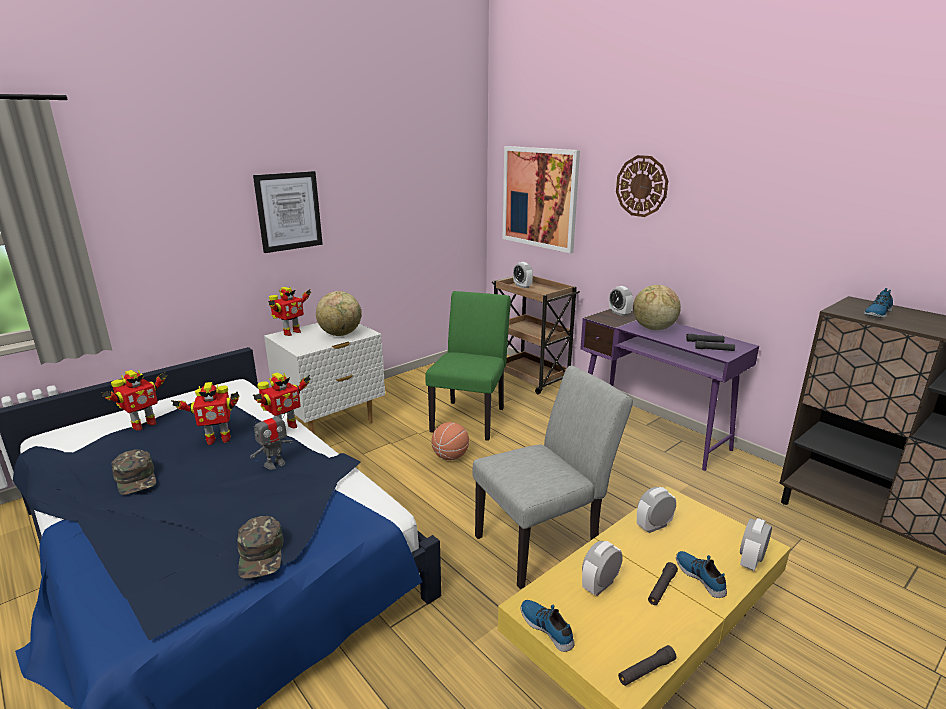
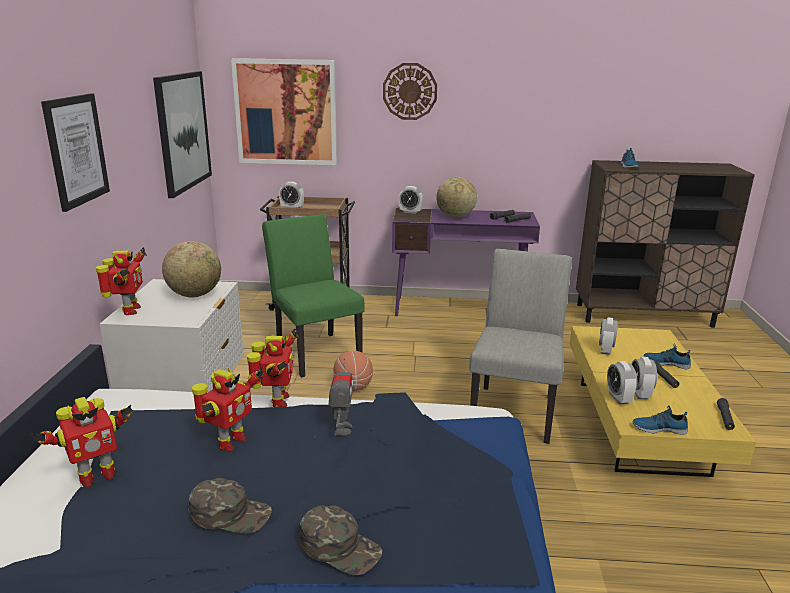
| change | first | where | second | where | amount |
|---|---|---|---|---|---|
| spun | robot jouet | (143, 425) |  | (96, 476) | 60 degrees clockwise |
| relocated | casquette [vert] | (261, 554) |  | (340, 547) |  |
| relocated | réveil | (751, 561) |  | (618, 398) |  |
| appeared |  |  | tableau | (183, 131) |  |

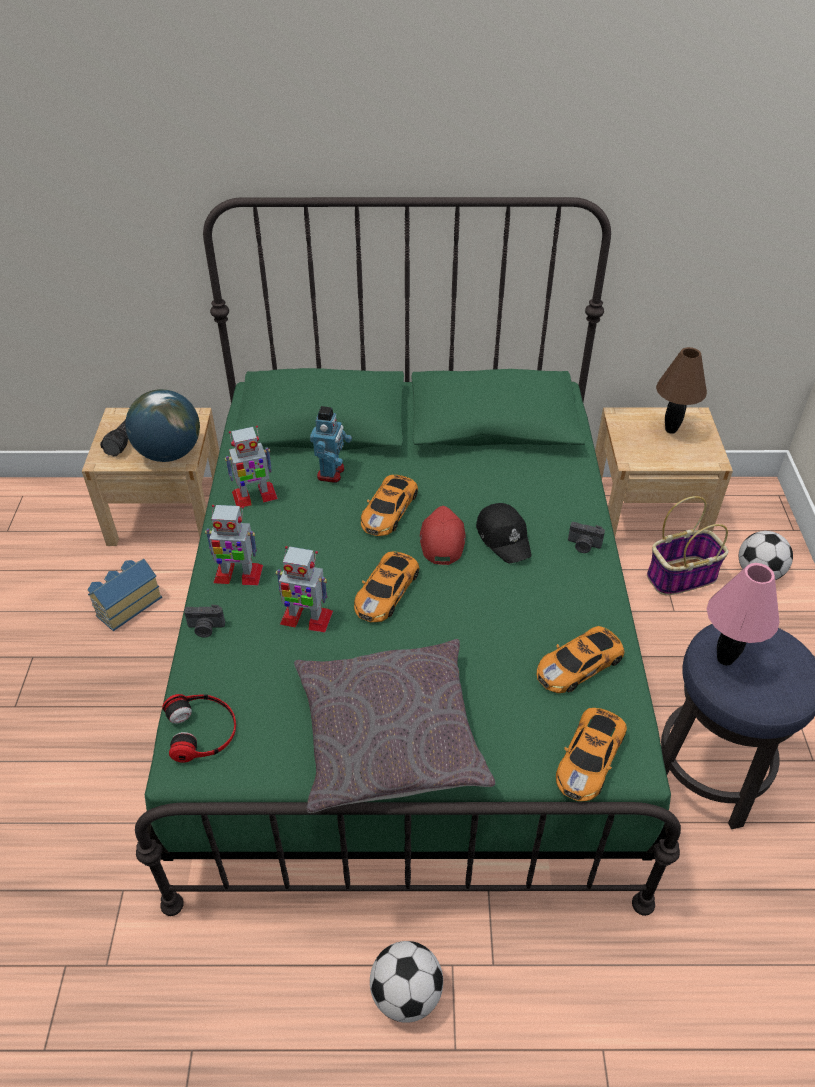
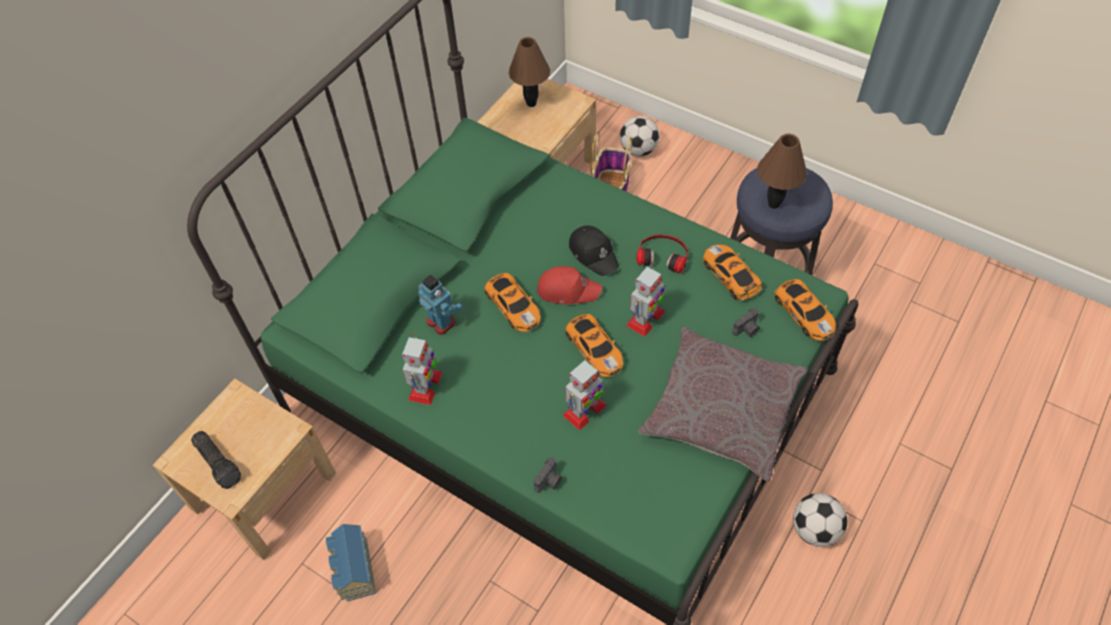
| change | first | where | second | where | amount |
|---|---|---|---|---|---|
| missing | globe | (170, 453) |  |  |  |
| spun | casquette [noir] | (504, 538) |  | (594, 253) | 45 degrees clockwise |
| relocated | robot jouet | (237, 574) |  | (645, 319) |  |
| spun | casquette [rouge] | (441, 539) |  | (567, 290) | 150 degrees clockwise |
| relocated | appareil photo | (583, 545) |  | (747, 329) |  |
| colour | lampe de table [rose] | (724, 659) | lampe de table [marron] | (773, 205) |  |
| spun | petite voiture | (580, 664) |  | (731, 276) | 150 degrees clockwise |
| relocated | casque audio | (202, 730) |  | (663, 255) |  |

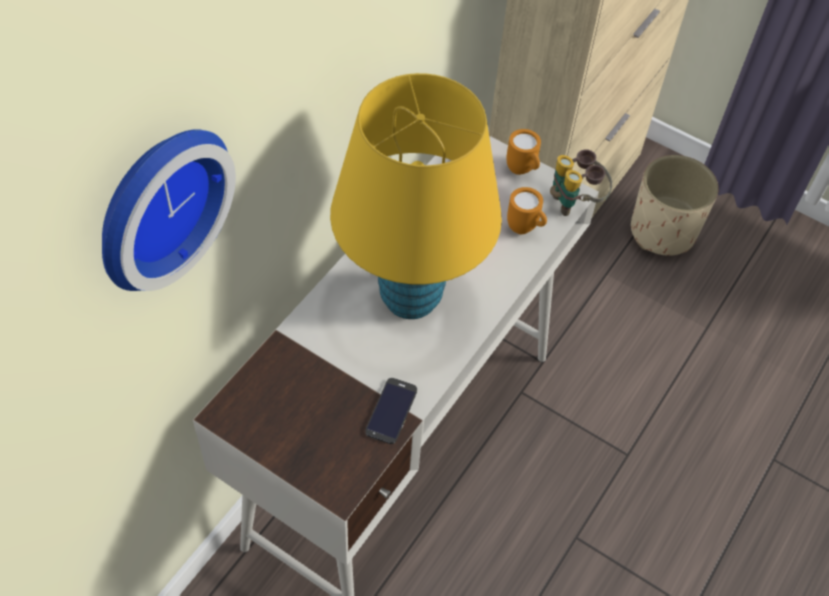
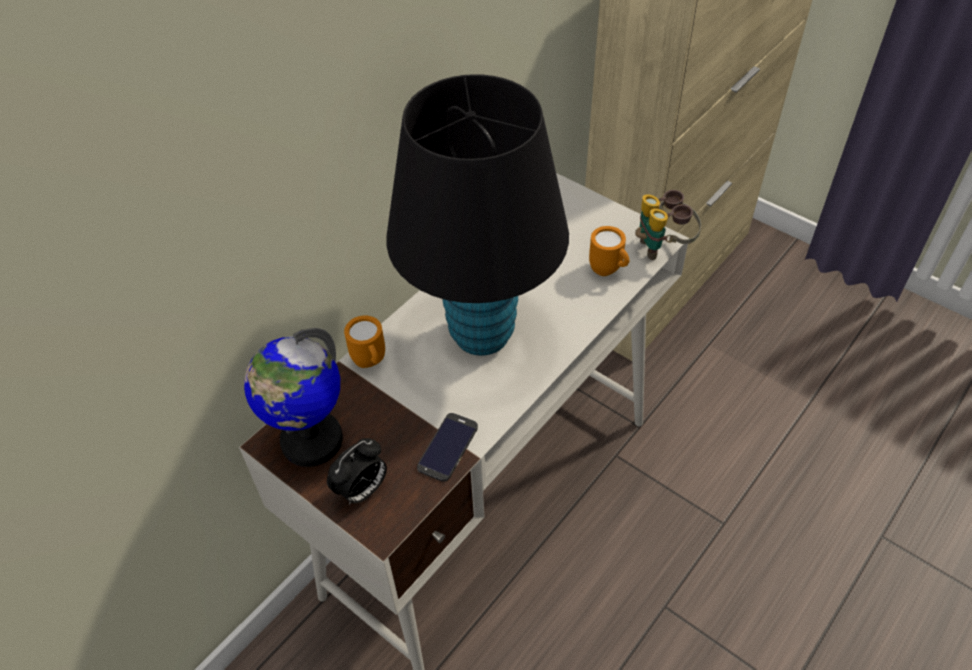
| change | first | where | second | where | amount |
|---|---|---|---|---|---|
| colour | lampe de table [jaune] | (410, 297) | lampe de table [noir] | (481, 334) |  |
| missing | horloge murale | (156, 203) |  |  |  |
| relocated | mug [orange] | (523, 170) |  | (371, 363) |  |
| missing | cache-pot [beige] | (662, 231) |  |  |  |
| appeared |  |  | globe | (311, 440) |  |
| appeared |  |  | réveil | (362, 490) |  |

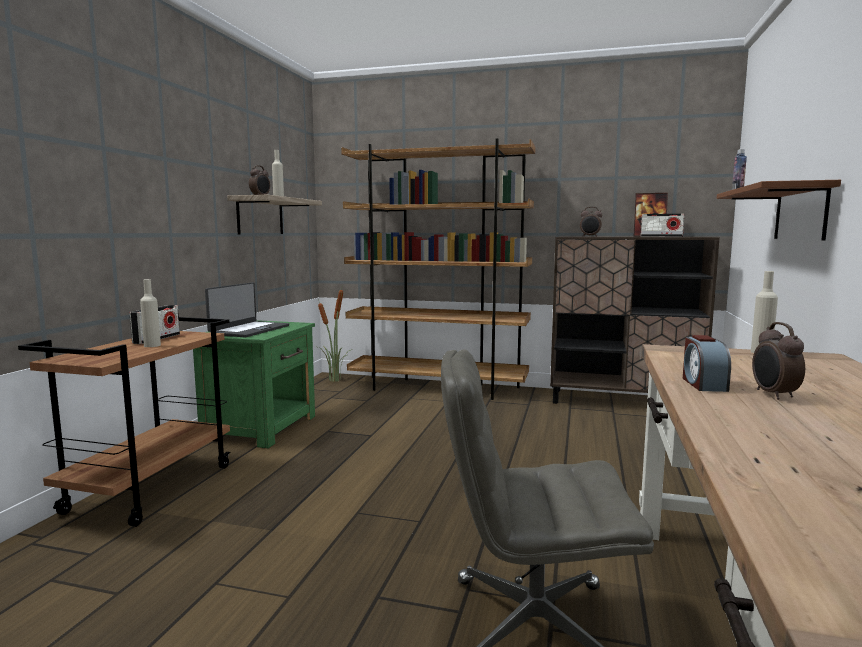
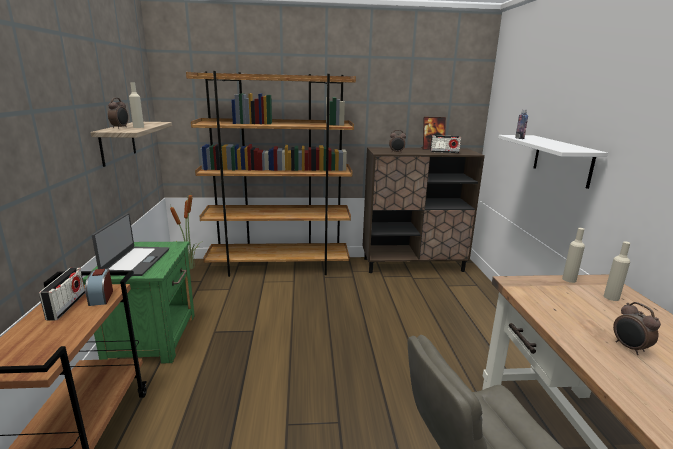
| change | first | where | second | where | amount |
|---|---|---|---|---|---|
| colour | étagère [marron] | (800, 213) | étagère [blanc] | (562, 160) |  |
| relocated | bouteille [beige] | (152, 345) |  | (611, 297) |  |
| relocated | réveil | (703, 384) |  | (101, 297) |  |

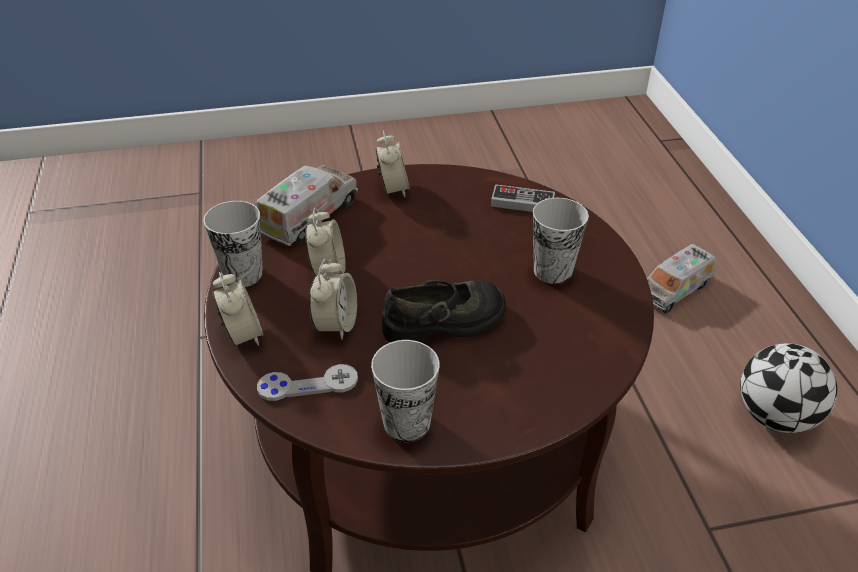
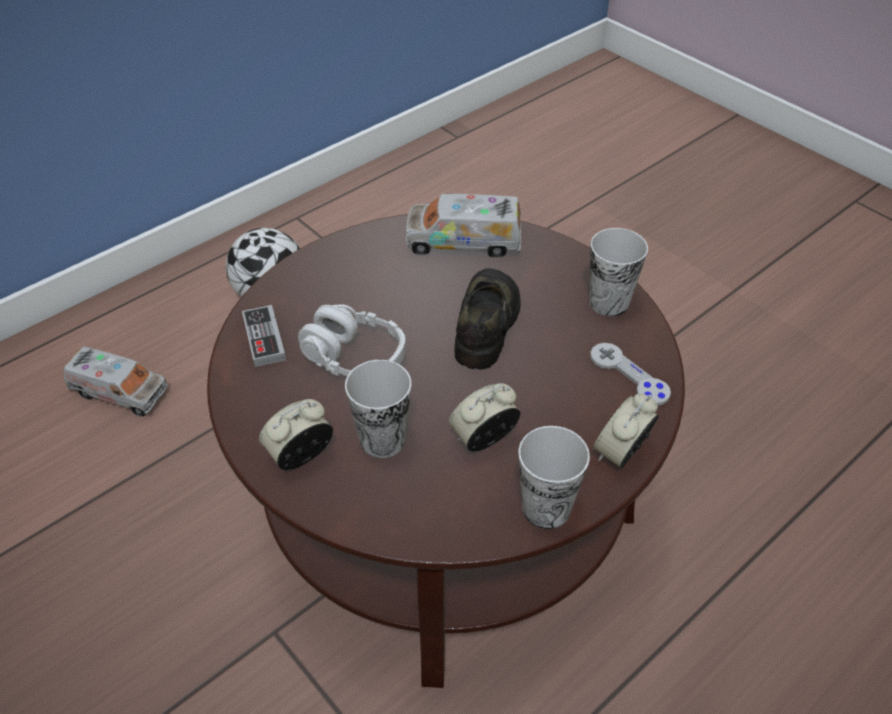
| change | first | where | second | where | amount |
|---|---|---|---|---|---|
| relocated | camion jouet | (308, 216) |  | (463, 241) |  |
| relocated | tasse | (553, 271) |  | (382, 440) |  |
| missing | réveil | (336, 324) |  |  |  |
| spun | chaussure [noir] | (445, 322) |  | (487, 325) | 60 degrees clockwise |
| appeared |  |  | casque audio [gris] | (354, 357) |  |

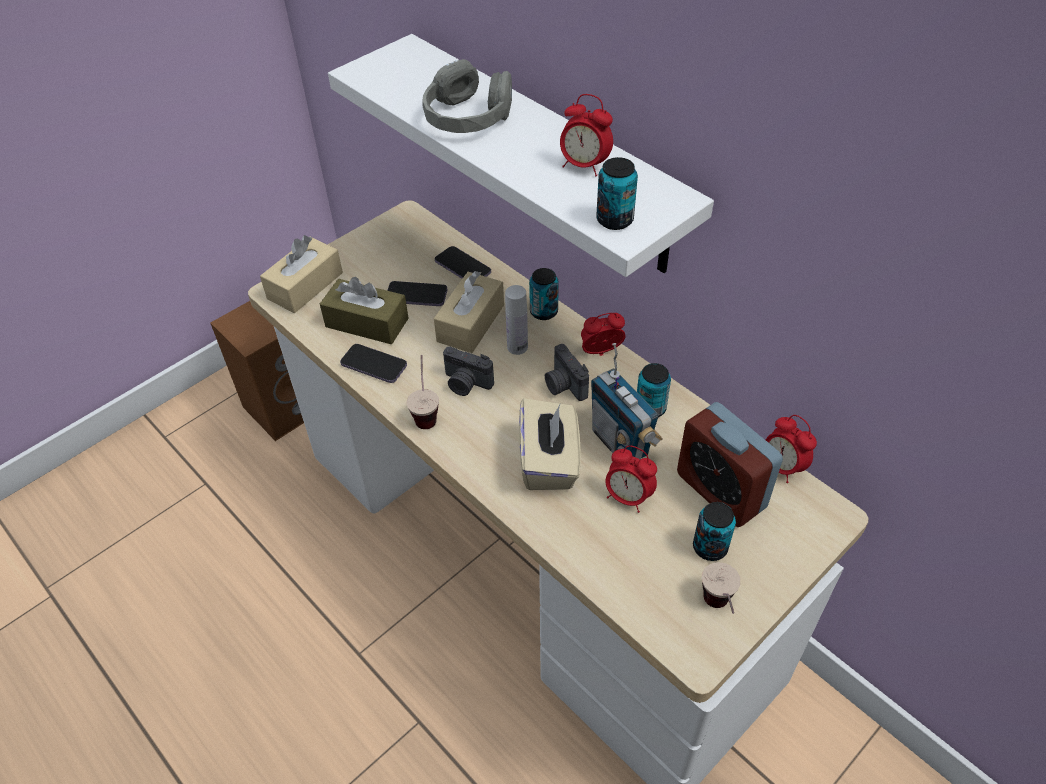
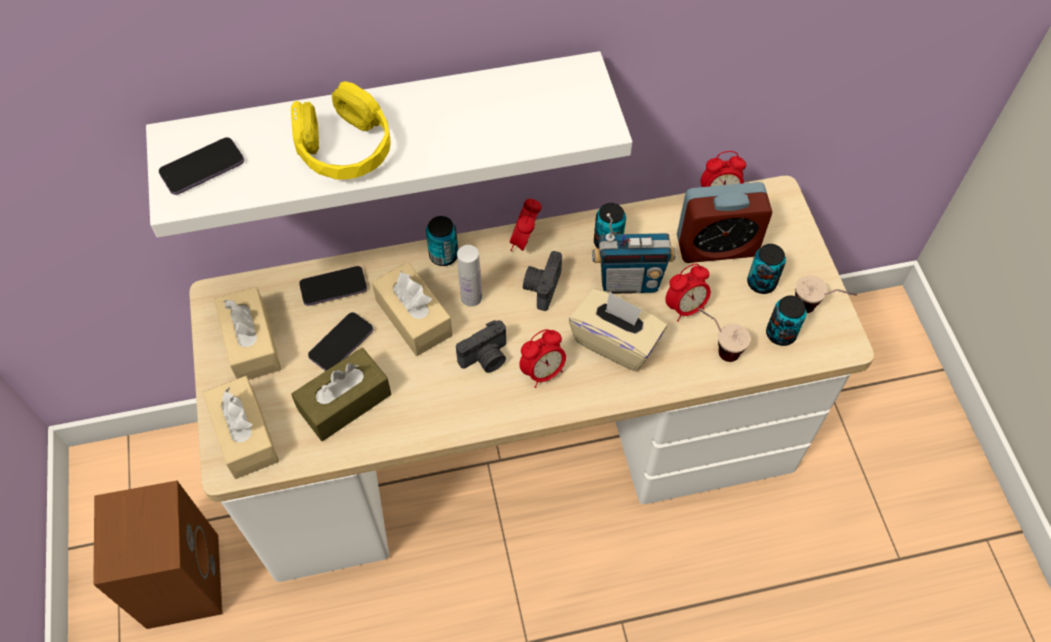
| change | first | where | second | where | amount |
|---|---|---|---|---|---|
| colour | casque audio [gris] | (468, 117) | casque audio [jaune] | (344, 148) |  |
| relocated | réveil | (584, 166) |  | (543, 372) |  |
| relocated | boîte métallique | (614, 220) |  | (780, 334) |  |
| relocated | téléphone | (374, 365) |  | (202, 168) |  |
| spun | appareil photo | (564, 385) |  | (541, 287) | 105 degrees clockwise |
| relocated | tasse | (426, 411) |  | (716, 347) |  |
| appeared |  |  | boîte à mouchoirs [beige] | (251, 343) |  |

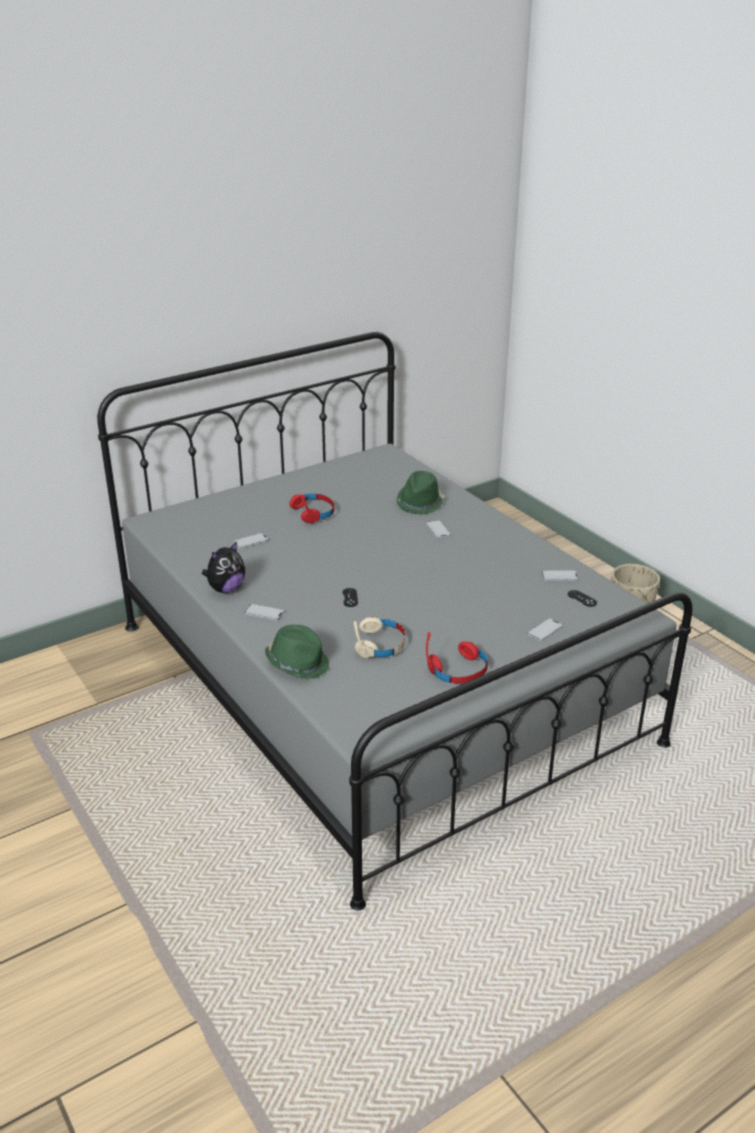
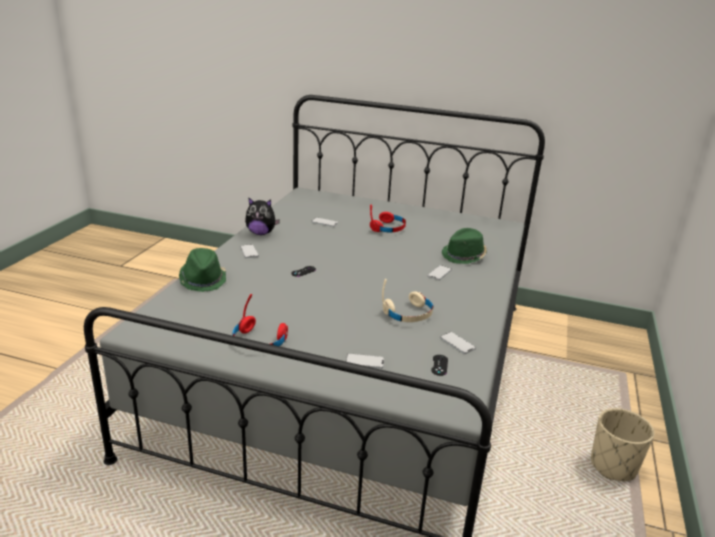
| change | first | where | second | where | amount |
|---|---|---|---|---|---|
| relocated | casque audio [beige] | (380, 645) |  | (408, 314) |  |

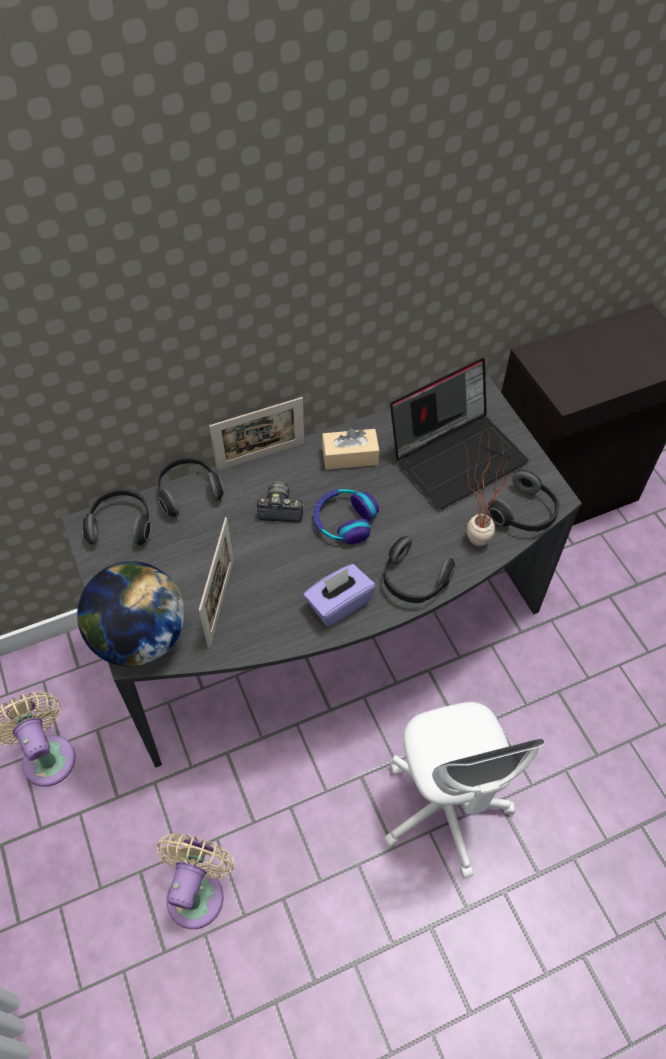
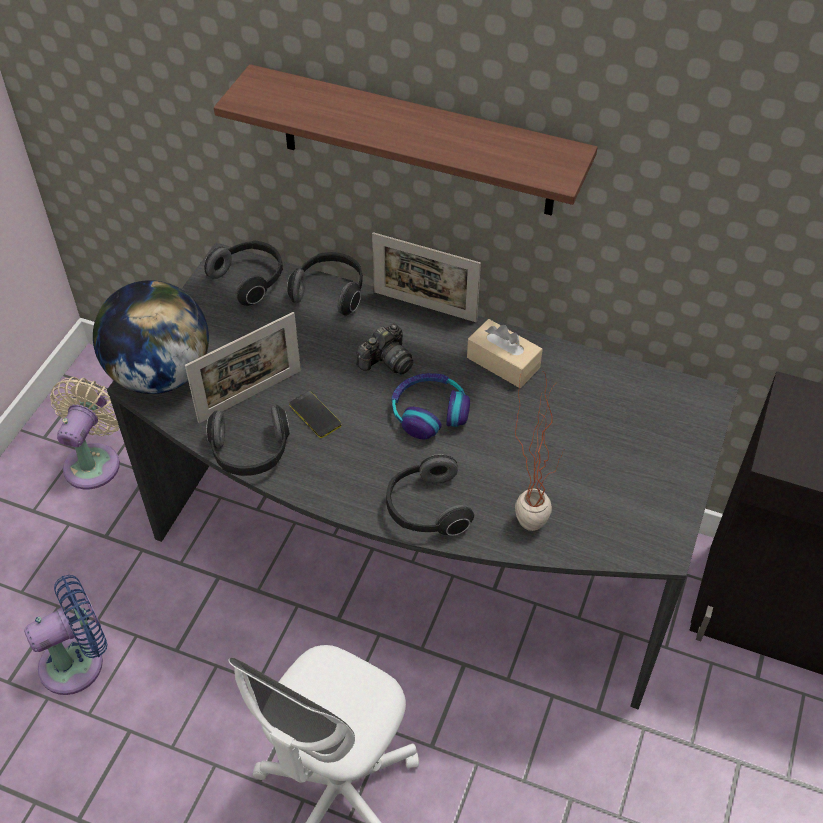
| change | first | where | second | where | amount |
|---|---|---|---|---|---|
| missing | ordinateur portable | (457, 455) |  |  |  |
| relocated | casque audio | (524, 513) |  | (250, 453) |  |
| spun | appareil photo | (280, 509) |  | (386, 361) | 90 degrees clockwise |
| missing | boîte à mouchoirs [violet] | (338, 604) |  |  |  |
| colour | ventilateur [beige] | (197, 891) | ventilateur [bleu] | (78, 662) |  |
| appeared |  |  | étagère | (416, 142) |  |
| appeared |  |  | téléphone | (315, 415) |  |

